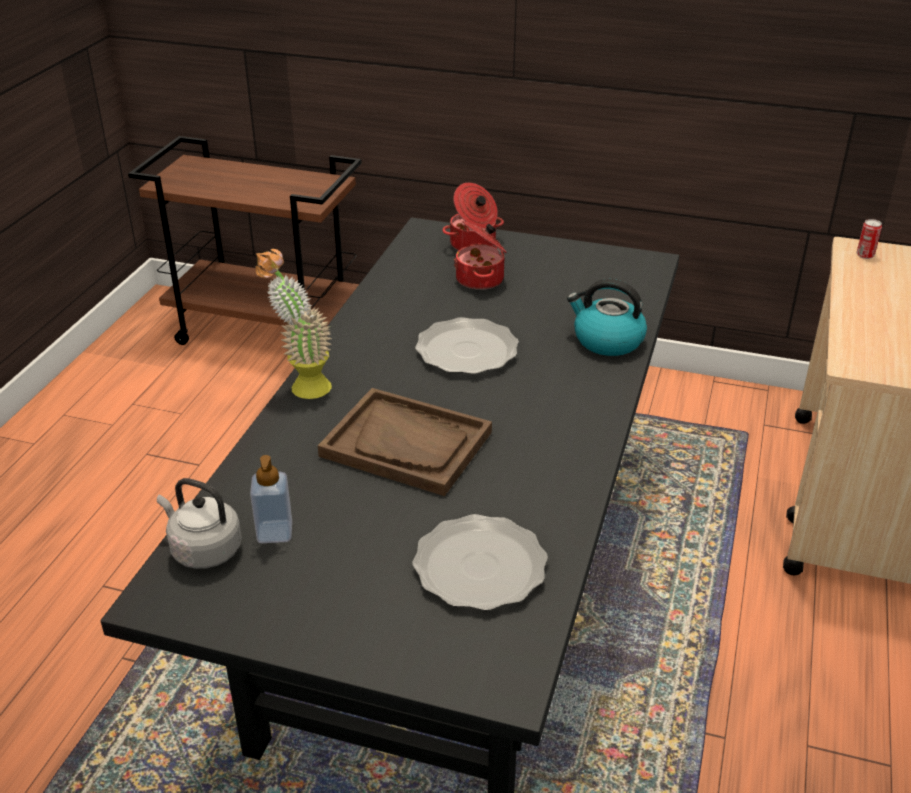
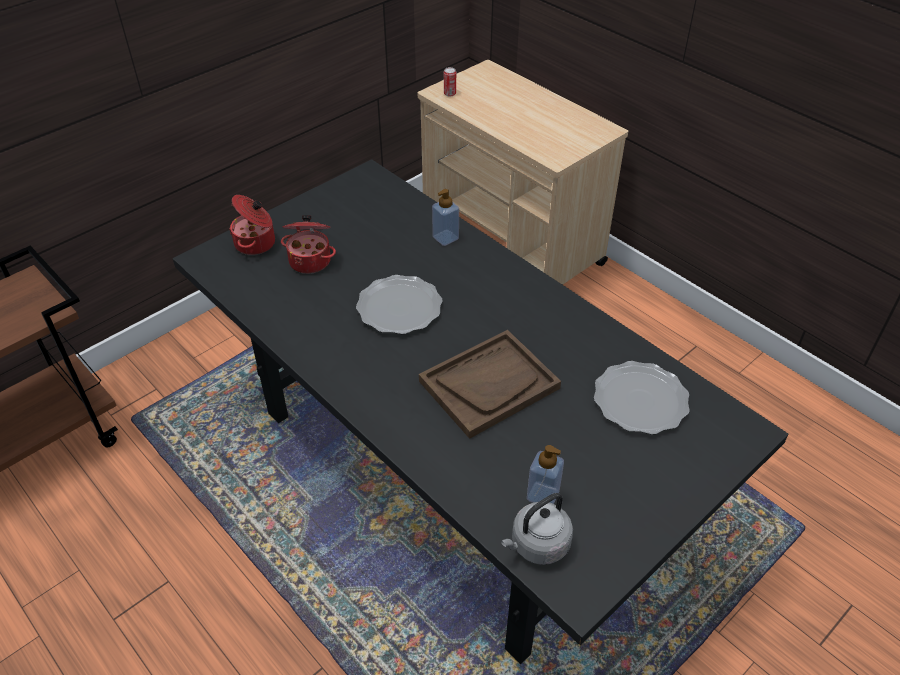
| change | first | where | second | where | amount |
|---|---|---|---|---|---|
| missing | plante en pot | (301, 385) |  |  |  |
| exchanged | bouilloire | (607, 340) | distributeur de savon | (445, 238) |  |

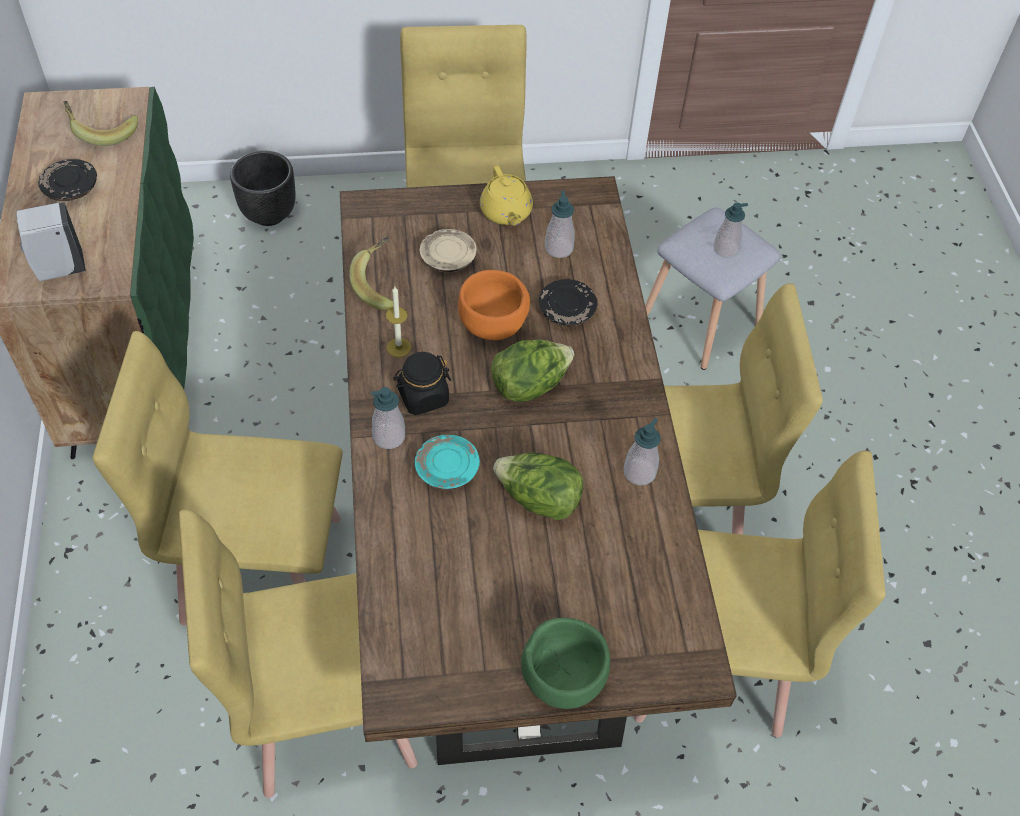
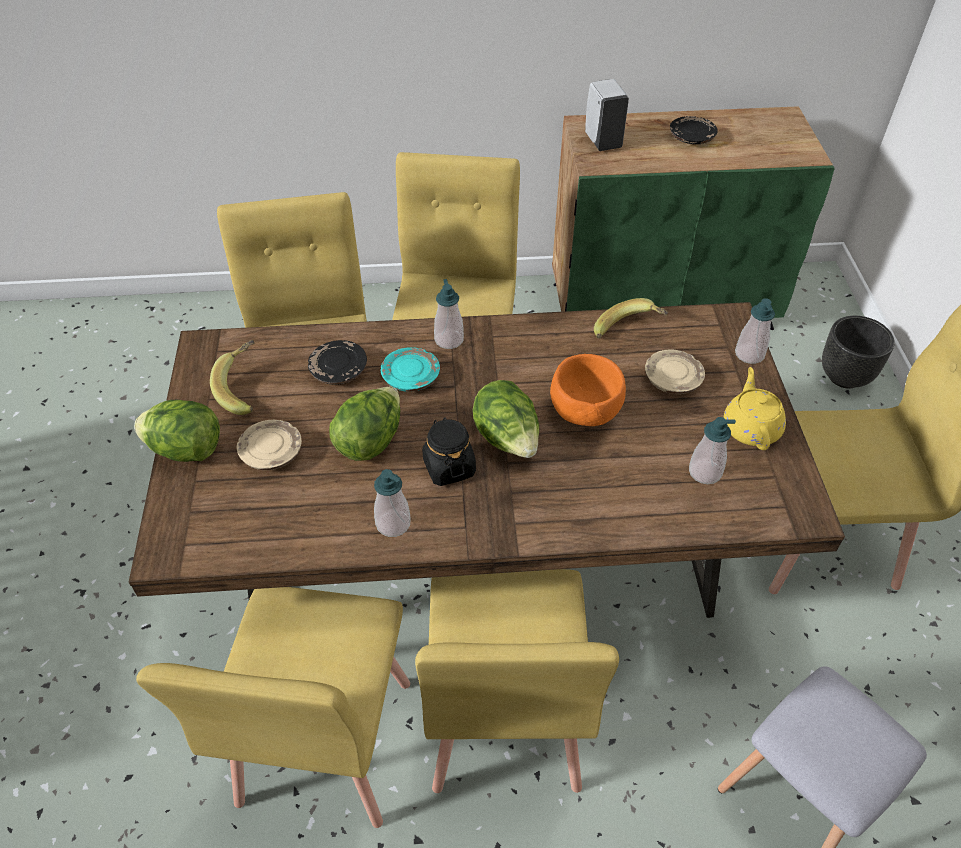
| change | first | where | second | where | amount |
|---|---|---|---|---|---|
| relocated | banane | (103, 131) |  | (245, 389) |  |
| spun | théière [jaune] | (506, 213) |  | (750, 427) | 105 degrees clockwise |
| relocated | distributeur de savon | (725, 249) |  | (749, 354) |  |
| relocated | assiette [noir] | (567, 310) |  | (339, 370) |  |
| missing | bougie | (398, 347) |  |  |  |
| relocated | bocal [noir] | (423, 397) |  | (449, 467) |  |
| exchanged | bol [vert] | (563, 678) | laitue | (186, 449) |  |
| appeared |  |  | assiette [beige] | (271, 452) |  |

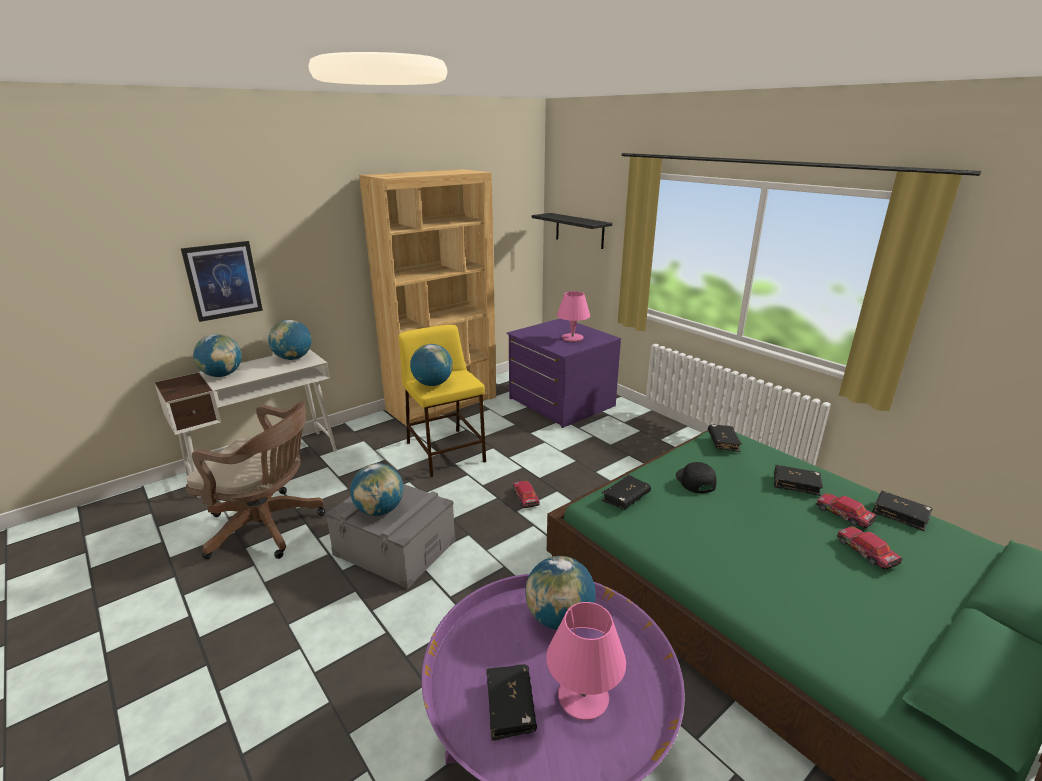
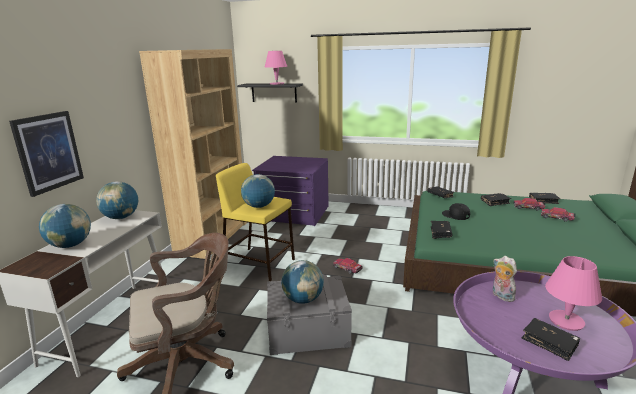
| change | first | where | second | where | amount |
|---|---|---|---|---|---|
| relocated | lampe de table [rose] | (572, 338) |  | (277, 84) |  |
| exchanged | globe | (559, 618) | peluche | (501, 296) |  |

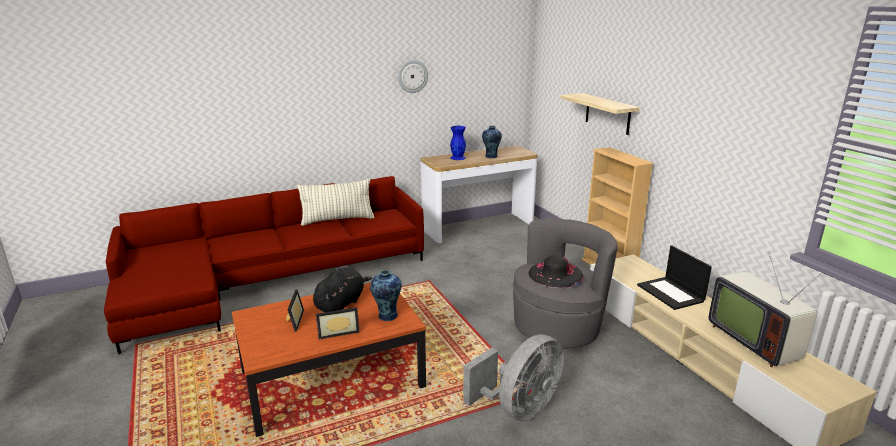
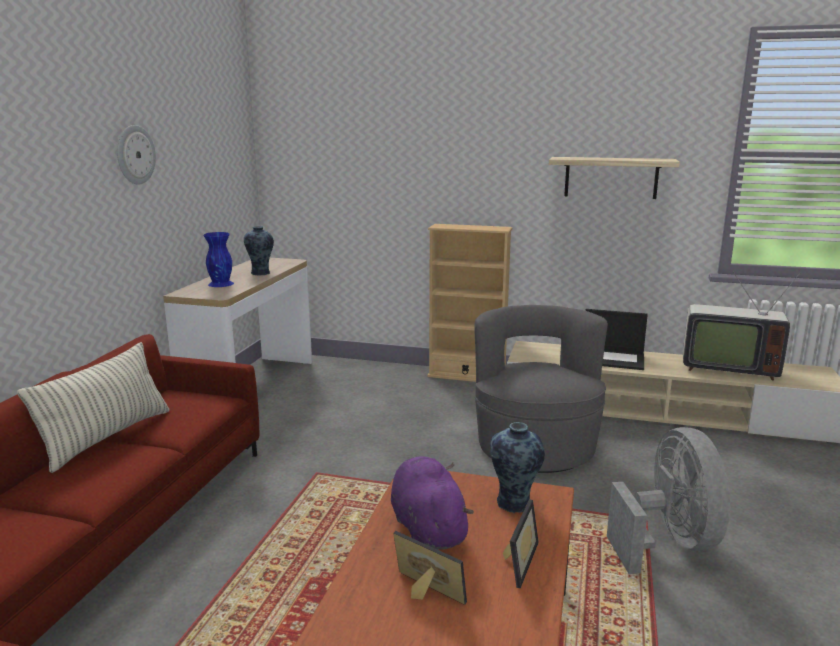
| change | first | where | second | where | amount |
|---|---|---|---|---|---|
| relocated | étagère | (607, 113) |  | (611, 177) |  |
| missing | chapeau [noir] | (556, 274) |  |  |  |
| colour | peluche [noir] | (341, 304) | peluche [violet] | (427, 527) |  |

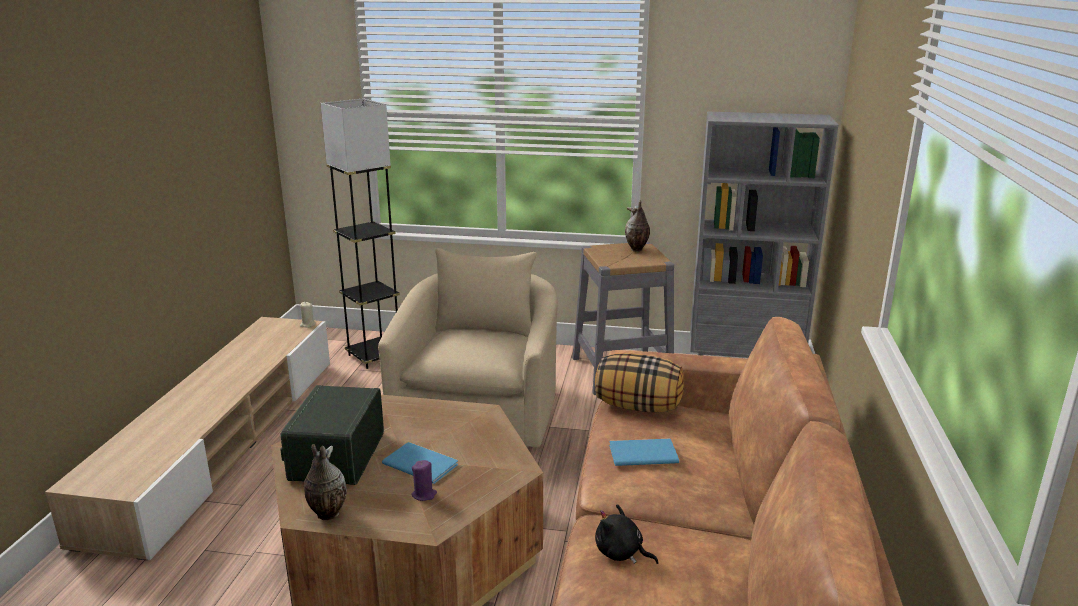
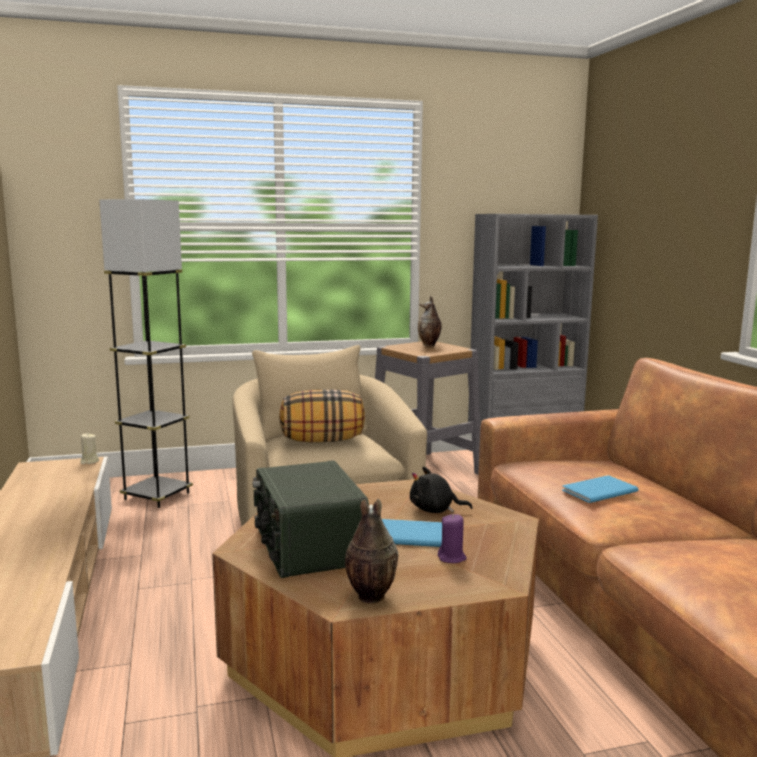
| change | first | where | second | where | amount |
|---|---|---|---|---|---|
| relocated | coussin | (638, 406) |  | (322, 440) |  |
| relocated | peluche [noir] | (621, 553) |  | (435, 510) |  |

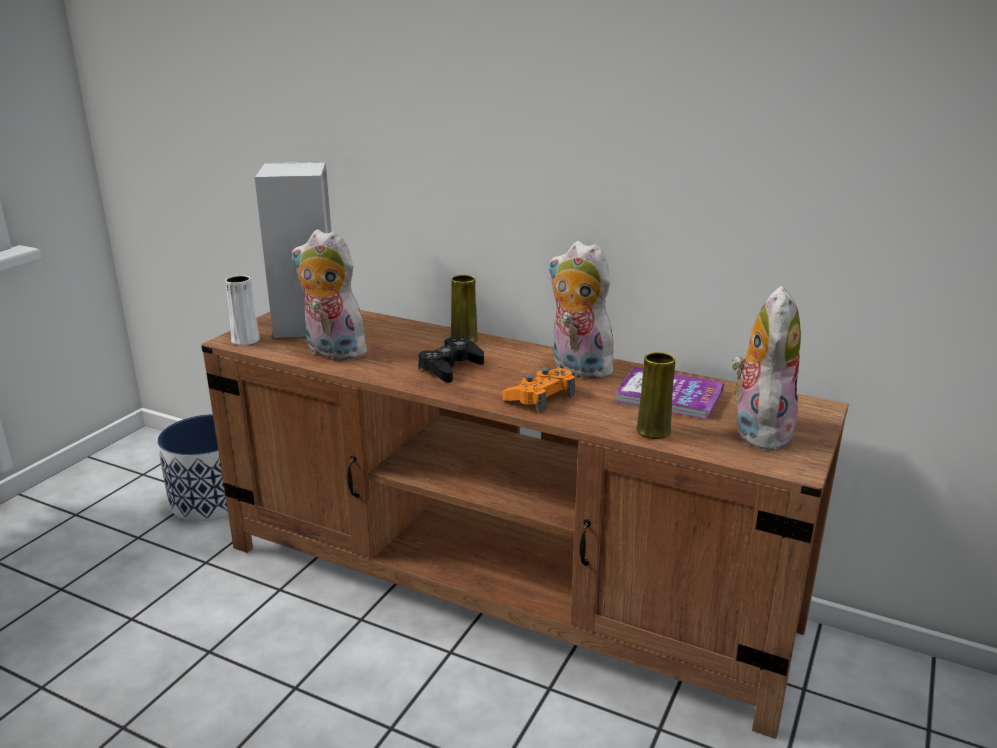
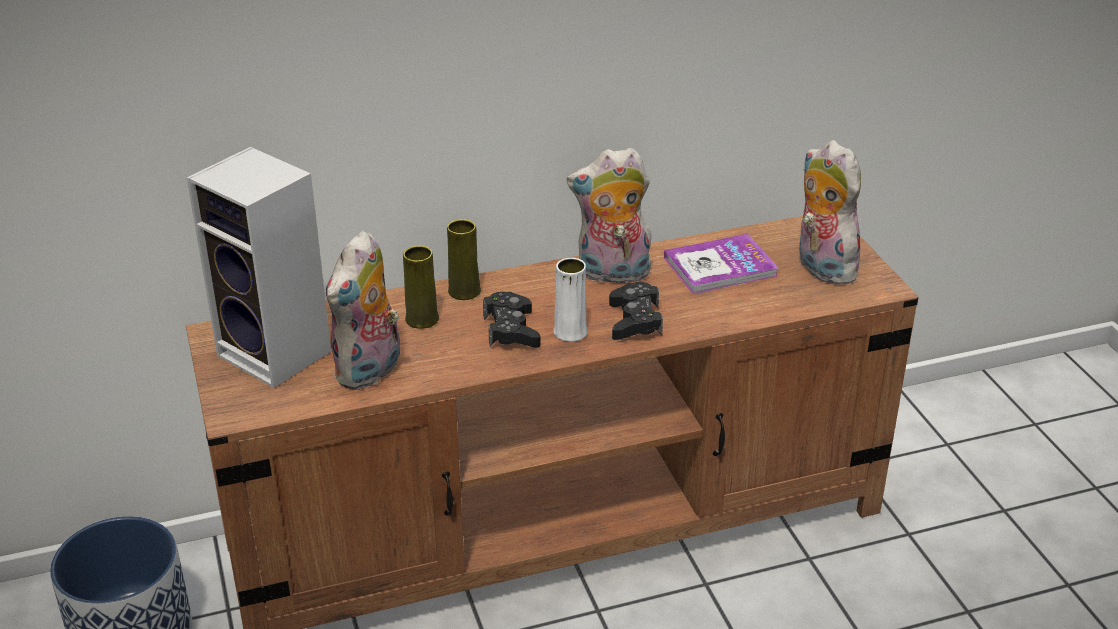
| change | first | where | second | where | amount |
|---|---|---|---|---|---|
| spun | peluche | (332, 352) |  | (370, 372) | 45 degrees counterclockwise |
| relocated | vase [blanc] | (245, 340) |  | (570, 332) |  |
| relocated | vase [jaune] | (653, 431) |  | (422, 319) |  |
| colour | manette [orange] | (540, 397) | manette [noir] | (635, 320) |  |

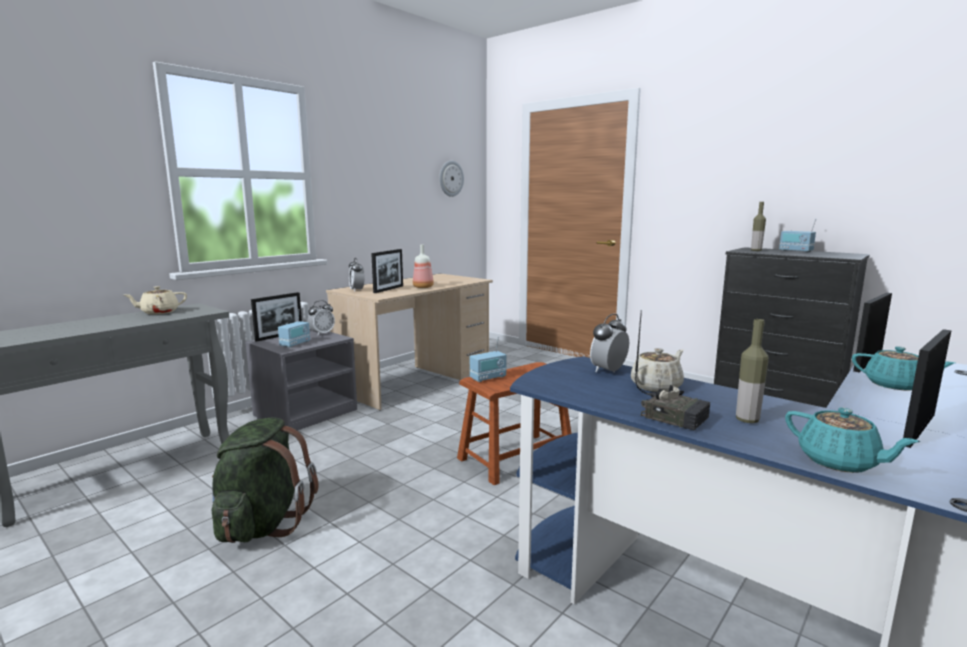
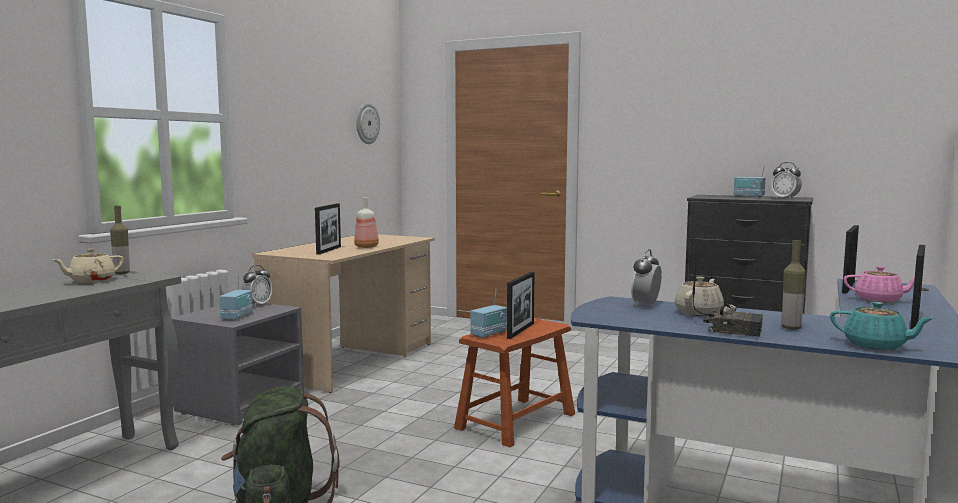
| change | first | where | second | where | amount |
|---|---|---|---|---|---|
| relocated | bouteille | (756, 250) |  | (122, 273) |  |
| relocated | réveil | (357, 290) |  | (785, 199) |  |
| relocated | cadre photo | (279, 336) |  | (520, 330) |  |
| colour | théière [turquoise] | (895, 385) | théière [rose] | (879, 300) |  |

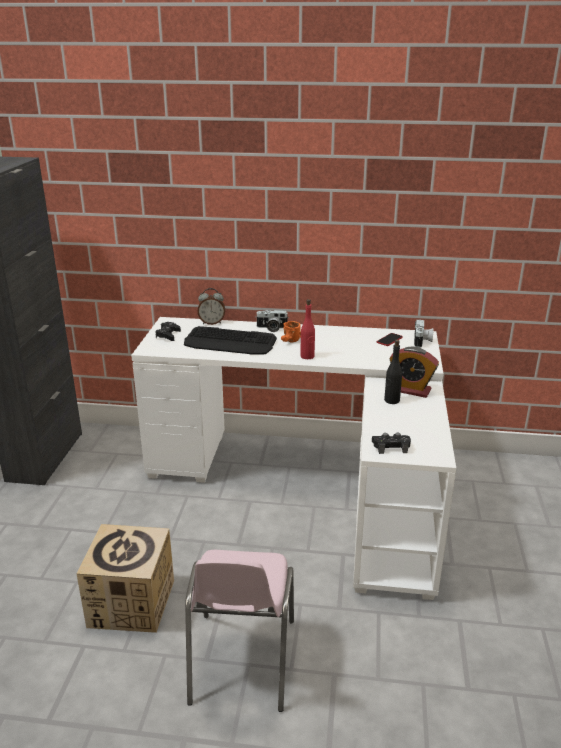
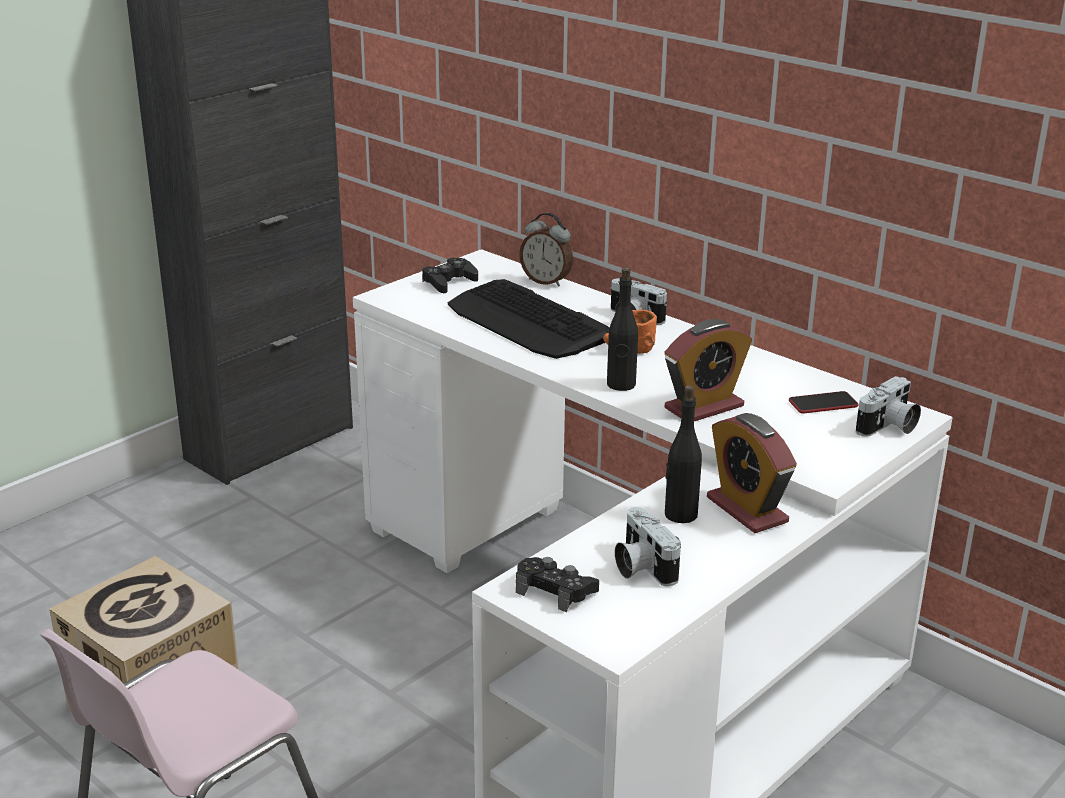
| change | first | where | second | where | amount |
|---|---|---|---|---|---|
| colour | bouteille [rouge] | (307, 356) | bouteille [noir] | (621, 385) |  |
| appeared |  |  | réveil | (704, 407) |  |
| appeared |  |  | appareil photo | (640, 567) |  |

